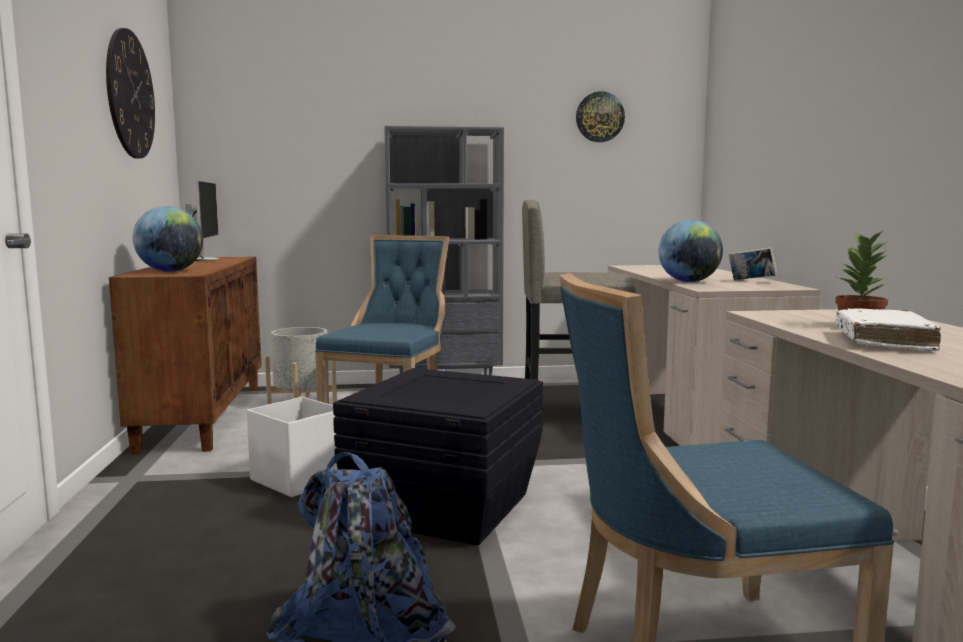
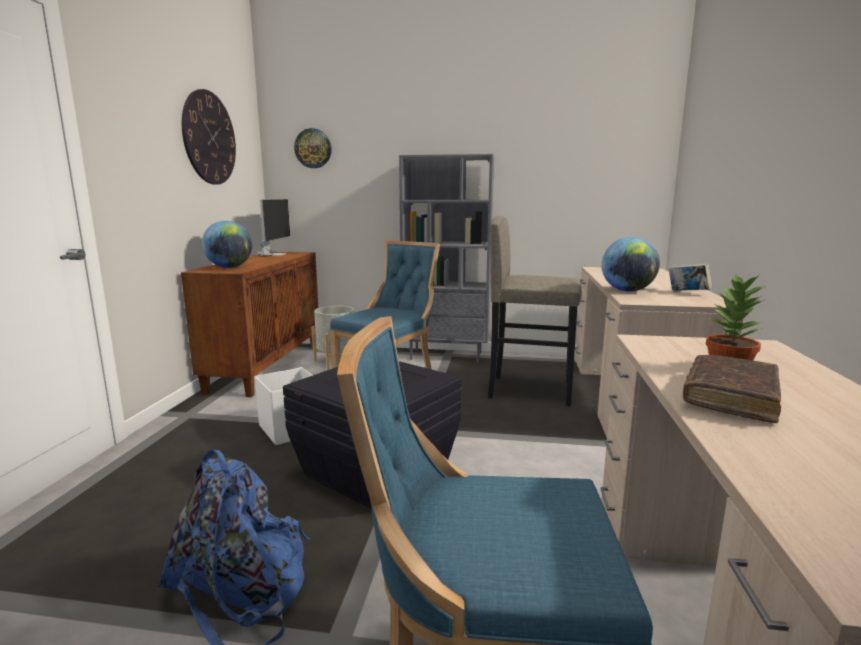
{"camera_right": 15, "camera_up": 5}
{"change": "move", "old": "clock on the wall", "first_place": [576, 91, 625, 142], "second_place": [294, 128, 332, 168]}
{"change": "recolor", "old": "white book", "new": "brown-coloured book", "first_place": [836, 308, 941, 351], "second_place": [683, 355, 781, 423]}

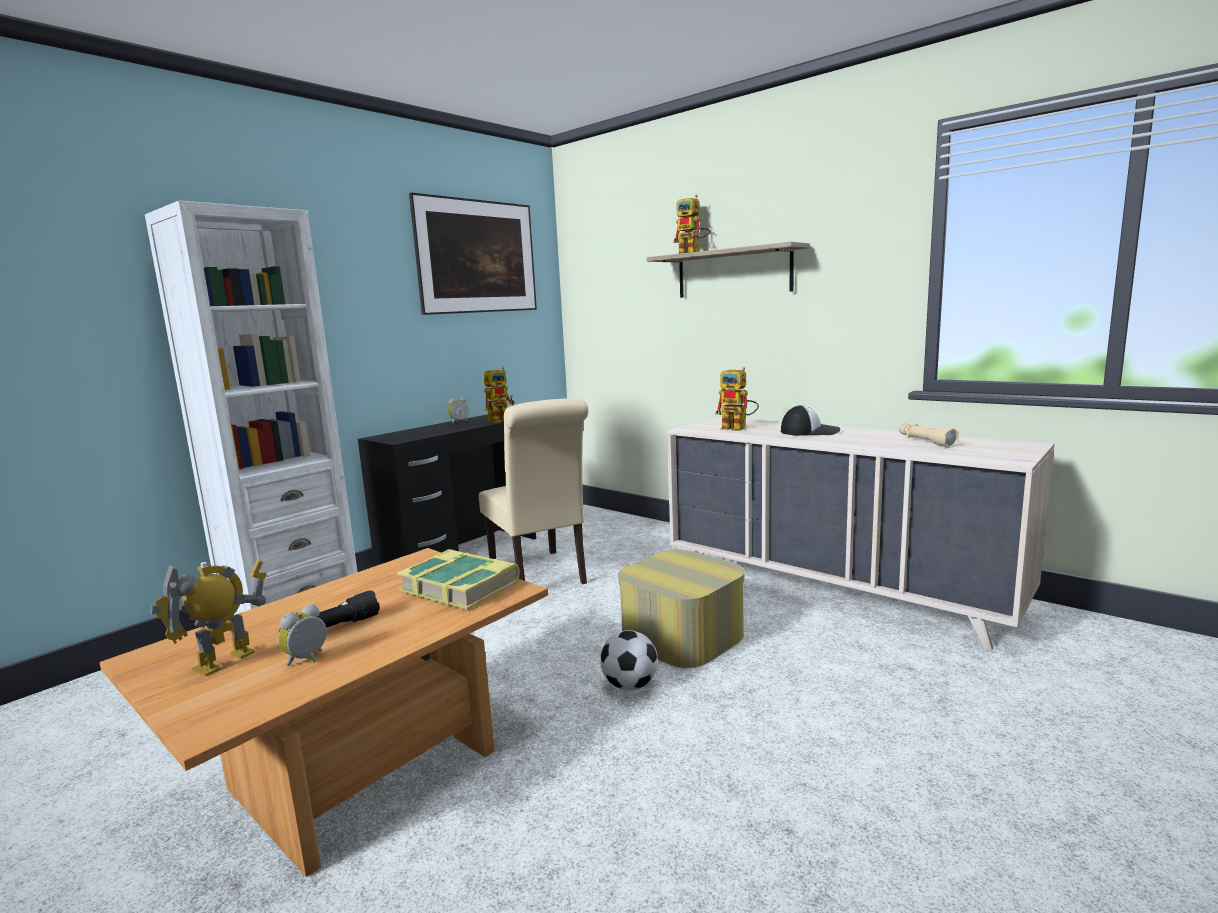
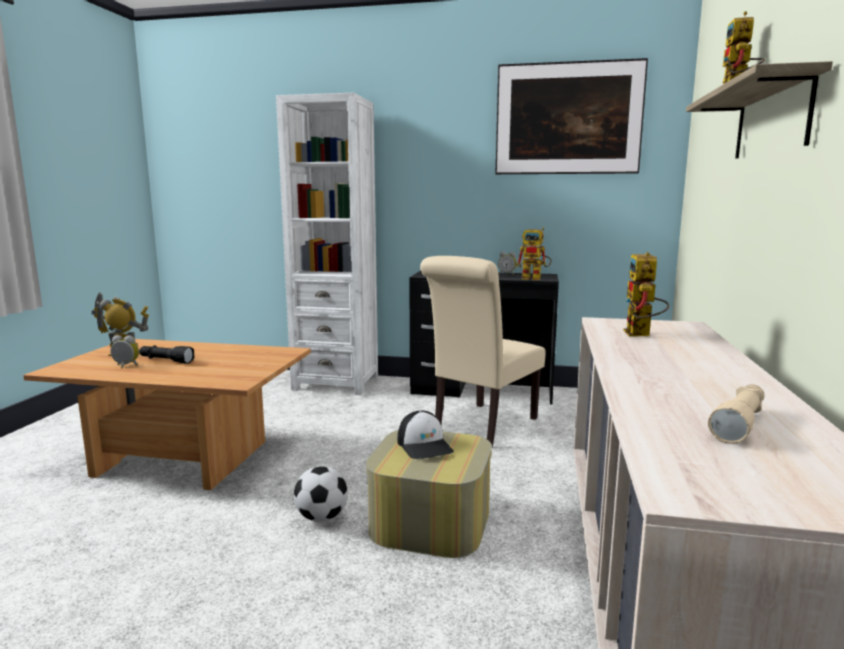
{"camera_right": 60, "camera_up": 0}
{"change": "move", "old": "cap", "first_place": [781, 405, 840, 436], "second_place": [397, 411, 454, 459]}
{"change": "delete", "old": "book", "first_place": [397, 549, 520, 610]}

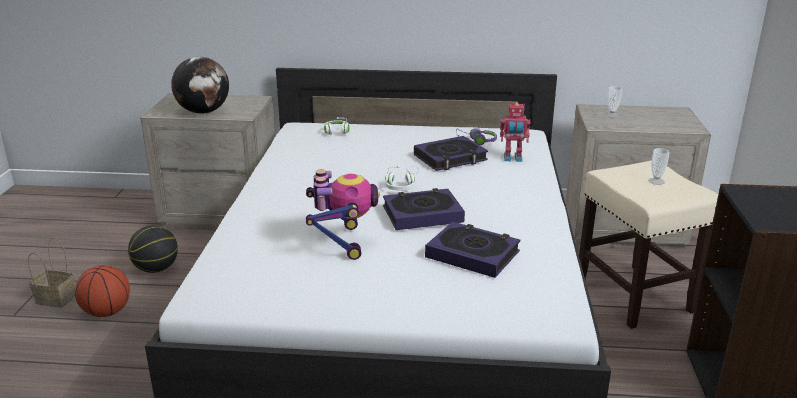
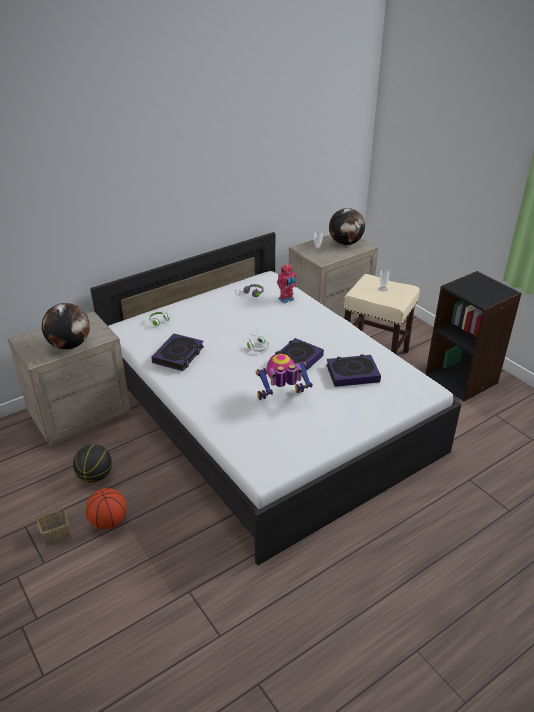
{"camera_right": -40, "camera_up": 10}
{"change": "move", "old": "book", "first_place": [414, 136, 488, 171], "second_place": [151, 334, 204, 371]}
{"change": "rotate", "old": "model robot", "first_place": [306, 170, 380, 260], "second_place": [256, 354, 313, 400], "degrees": -60}
{"change": "insert", "new": "desk globe", "second_place": [329, 208, 365, 245]}

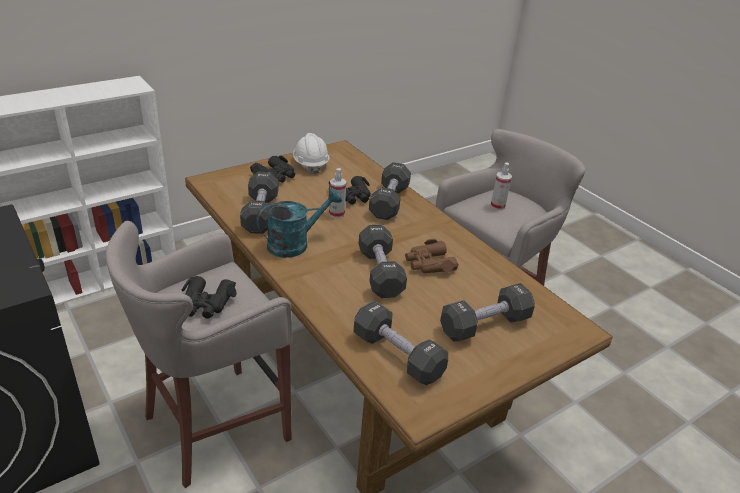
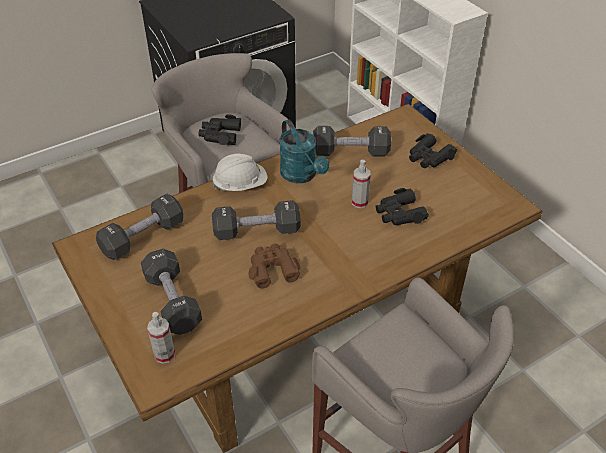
{"camera_right": 95, "camera_up": 10}
{"change": "move", "old": "white hard hat", "first_place": [293, 133, 330, 175], "second_place": [212, 153, 267, 191]}
{"change": "delete", "old": "black dumbbell", "first_place": [369, 162, 411, 220]}
{"change": "move", "old": "spray bottle", "first_place": [490, 163, 512, 210], "second_place": [147, 312, 175, 364]}

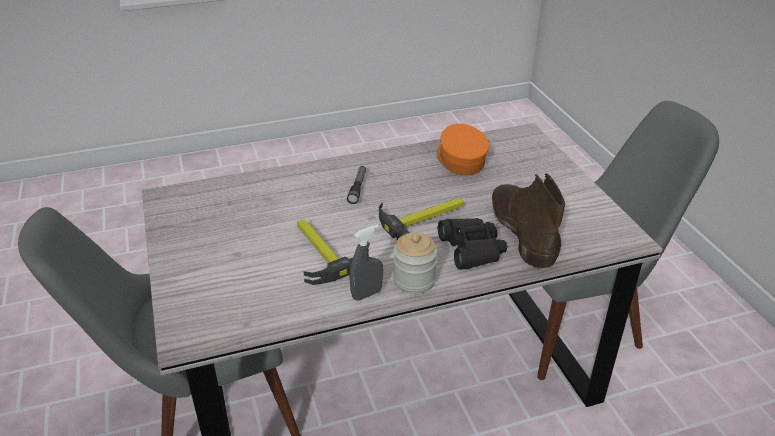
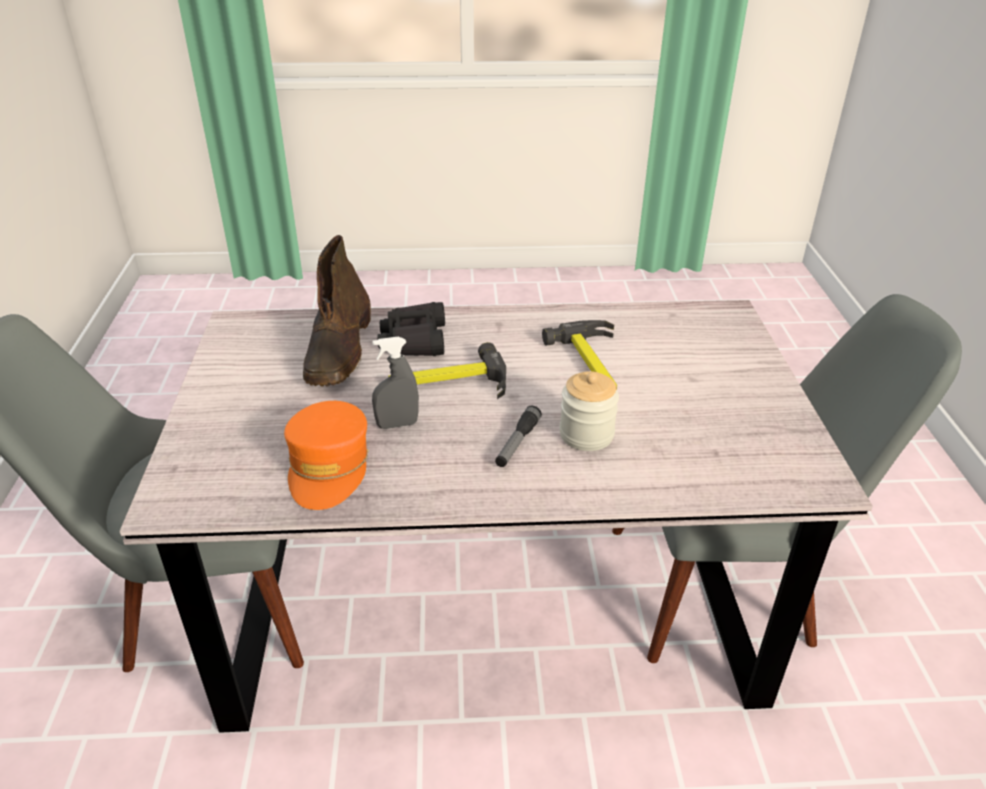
{"camera_right": -165, "camera_up": 0}
{"change": "move", "old": "grey spray bottle", "first_place": [350, 224, 383, 300], "second_place": [372, 337, 419, 429]}
{"change": "move", "old": "storage jar", "first_place": [393, 232, 437, 294], "second_place": [559, 371, 619, 451]}

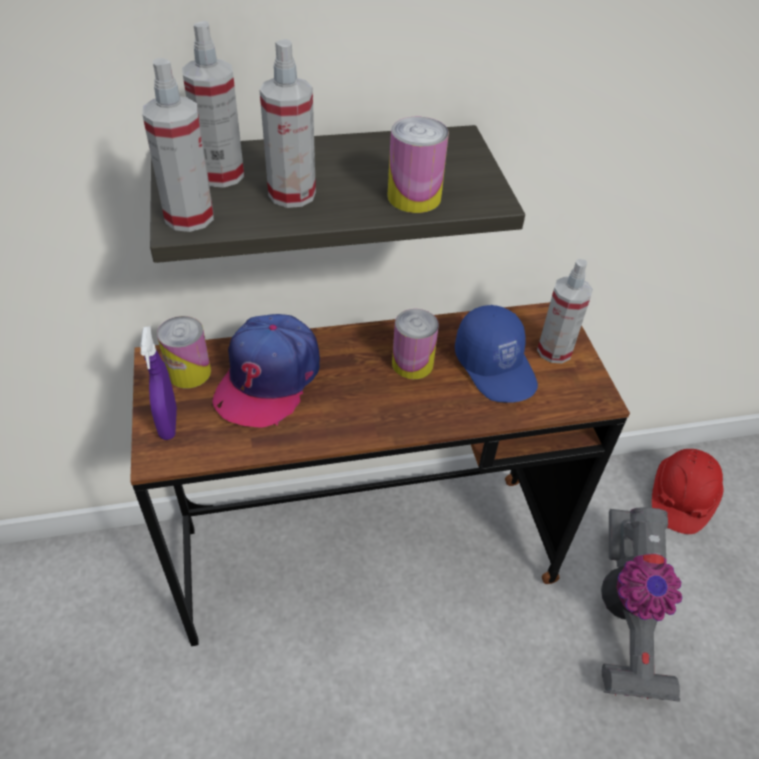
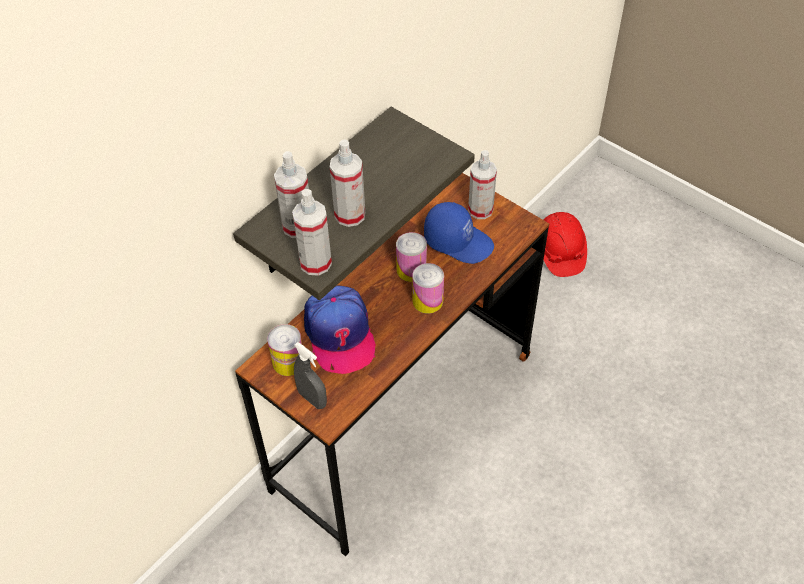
{"camera_right": -35, "camera_up": 5}
{"change": "move", "old": "metal can", "first_place": [387, 117, 449, 213], "second_place": [412, 263, 444, 313]}
{"change": "recolor", "old": "purple-coloured spray bottle", "new": "grey spray bottle", "first_place": [140, 326, 177, 440], "second_place": [294, 342, 327, 409]}
{"change": "delete", "old": "vacuum cleaner", "first_place": [601, 508, 682, 702]}

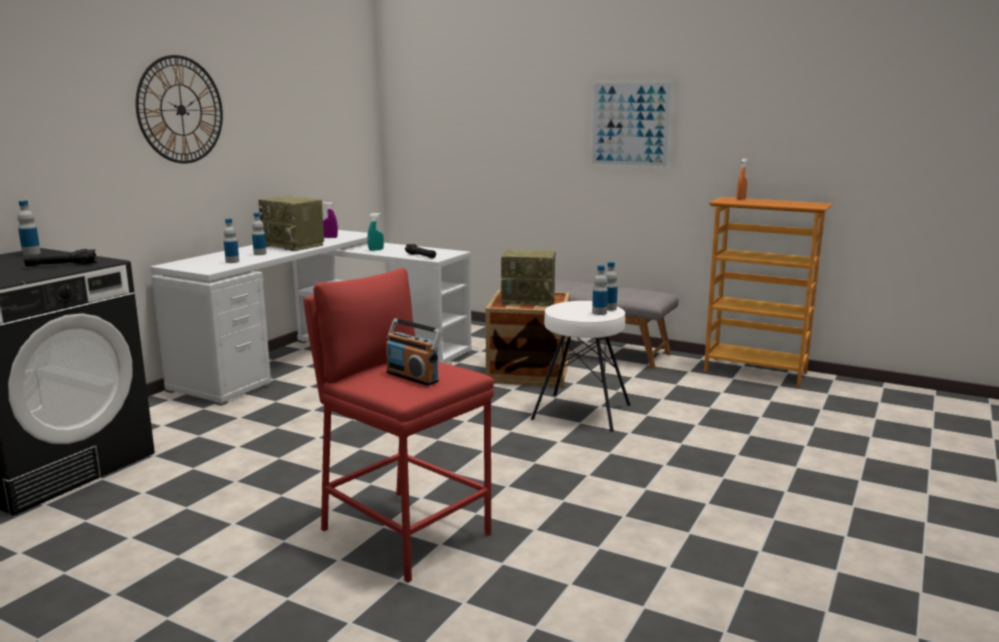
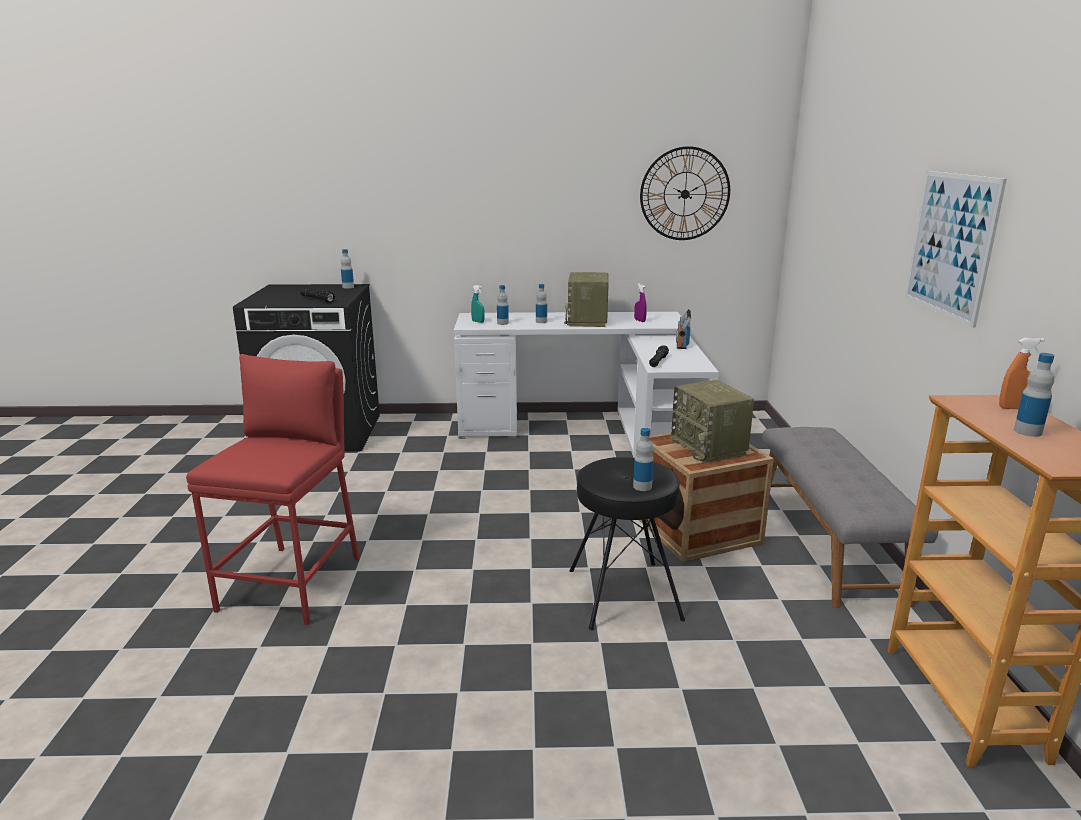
{"camera_right": 60, "camera_up": 5}
{"change": "move", "old": "clock on the wall", "first_place": [136, 55, 223, 163], "second_place": [640, 146, 730, 240]}
{"change": "move", "old": "blue-green spray bottle", "first_place": [367, 213, 384, 251], "second_place": [471, 285, 485, 323]}
{"change": "move", "old": "drink bottle", "first_place": [592, 265, 608, 315], "second_place": [1014, 353, 1054, 437]}
{"change": "recolor", "old": "white stool", "new": "black stool", "first_place": [531, 301, 630, 432], "second_place": [570, 457, 685, 630]}
{"change": "move", "old": "radio receiver", "first_place": [386, 318, 442, 386], "second_place": [676, 309, 691, 349]}

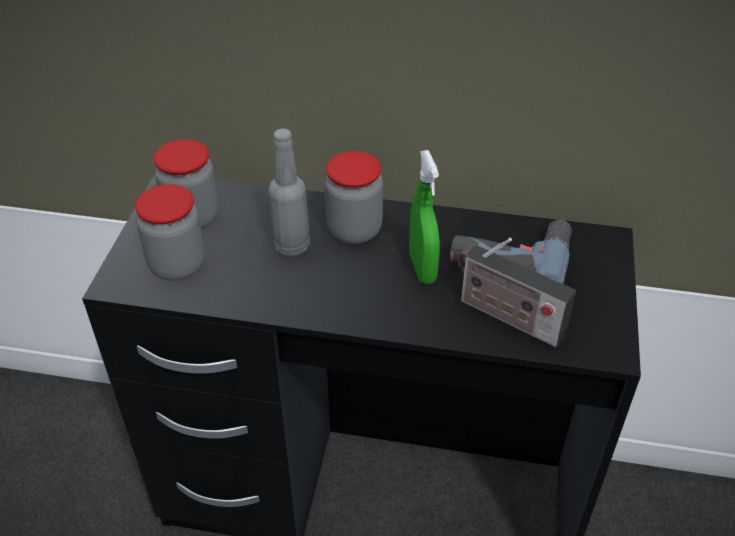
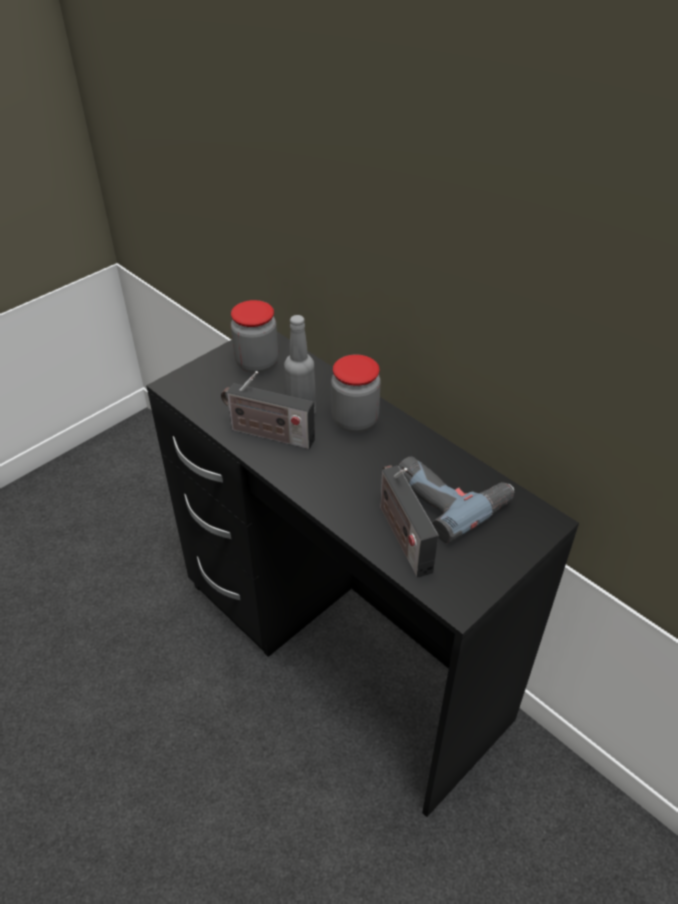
{"camera_right": 35, "camera_up": 0}
{"change": "delete", "old": "green spray bottle", "first_place": [409, 150, 440, 284]}
{"change": "delete", "old": "storage jar", "first_place": [135, 184, 205, 281]}
{"change": "insert", "new": "radio receiver", "second_place": [221, 371, 315, 449]}

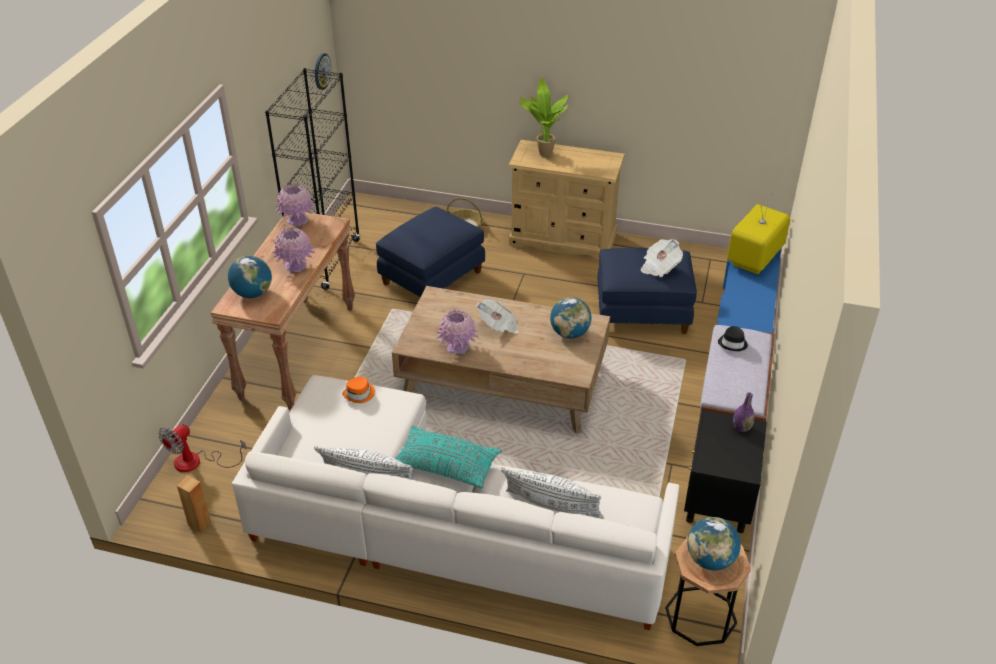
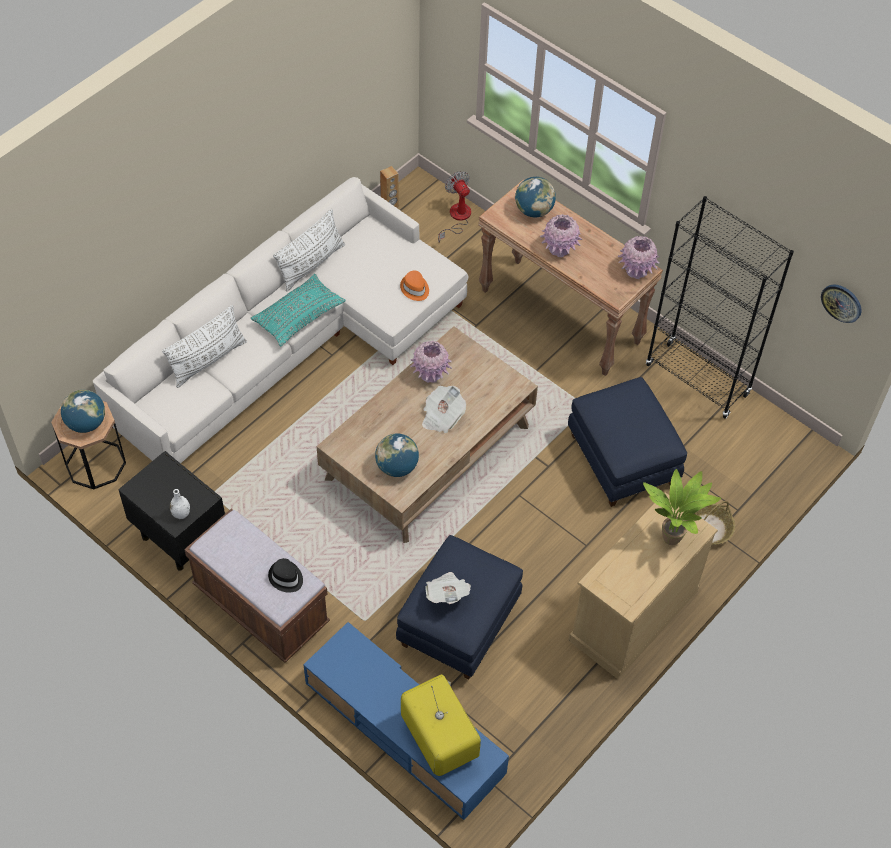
{"camera_right": 115, "camera_up": 15}
{"change": "recolor", "old": "purple-coloured flower vase", "new": "white flower vase", "first_place": [733, 392, 755, 432], "second_place": [170, 489, 190, 519]}

